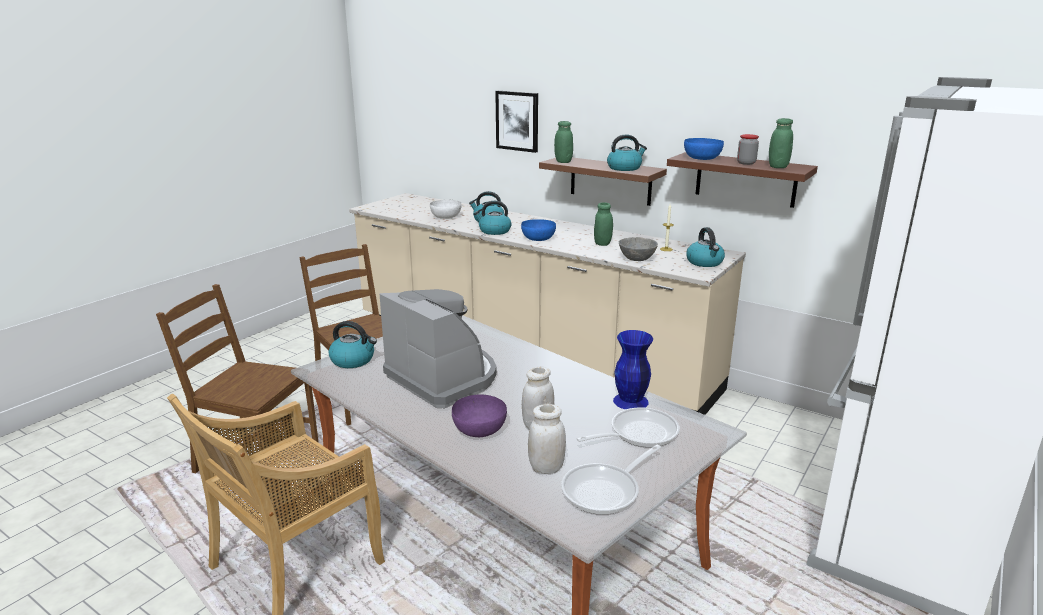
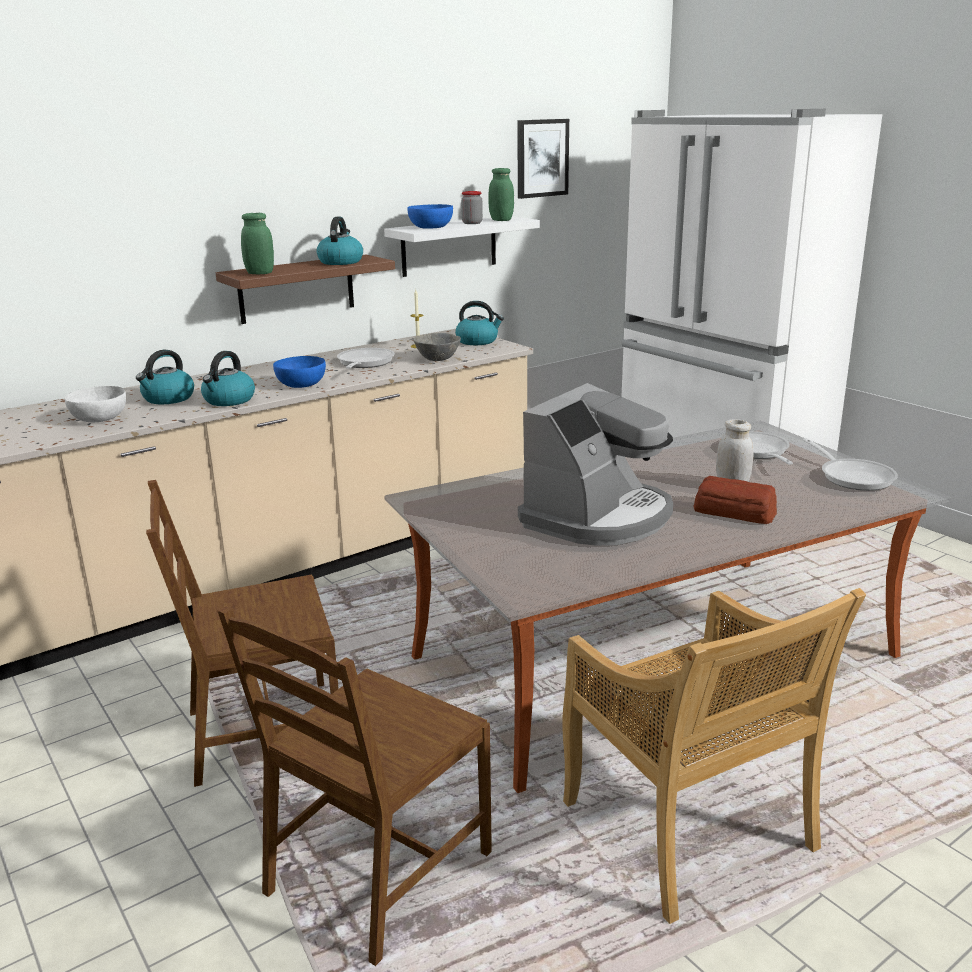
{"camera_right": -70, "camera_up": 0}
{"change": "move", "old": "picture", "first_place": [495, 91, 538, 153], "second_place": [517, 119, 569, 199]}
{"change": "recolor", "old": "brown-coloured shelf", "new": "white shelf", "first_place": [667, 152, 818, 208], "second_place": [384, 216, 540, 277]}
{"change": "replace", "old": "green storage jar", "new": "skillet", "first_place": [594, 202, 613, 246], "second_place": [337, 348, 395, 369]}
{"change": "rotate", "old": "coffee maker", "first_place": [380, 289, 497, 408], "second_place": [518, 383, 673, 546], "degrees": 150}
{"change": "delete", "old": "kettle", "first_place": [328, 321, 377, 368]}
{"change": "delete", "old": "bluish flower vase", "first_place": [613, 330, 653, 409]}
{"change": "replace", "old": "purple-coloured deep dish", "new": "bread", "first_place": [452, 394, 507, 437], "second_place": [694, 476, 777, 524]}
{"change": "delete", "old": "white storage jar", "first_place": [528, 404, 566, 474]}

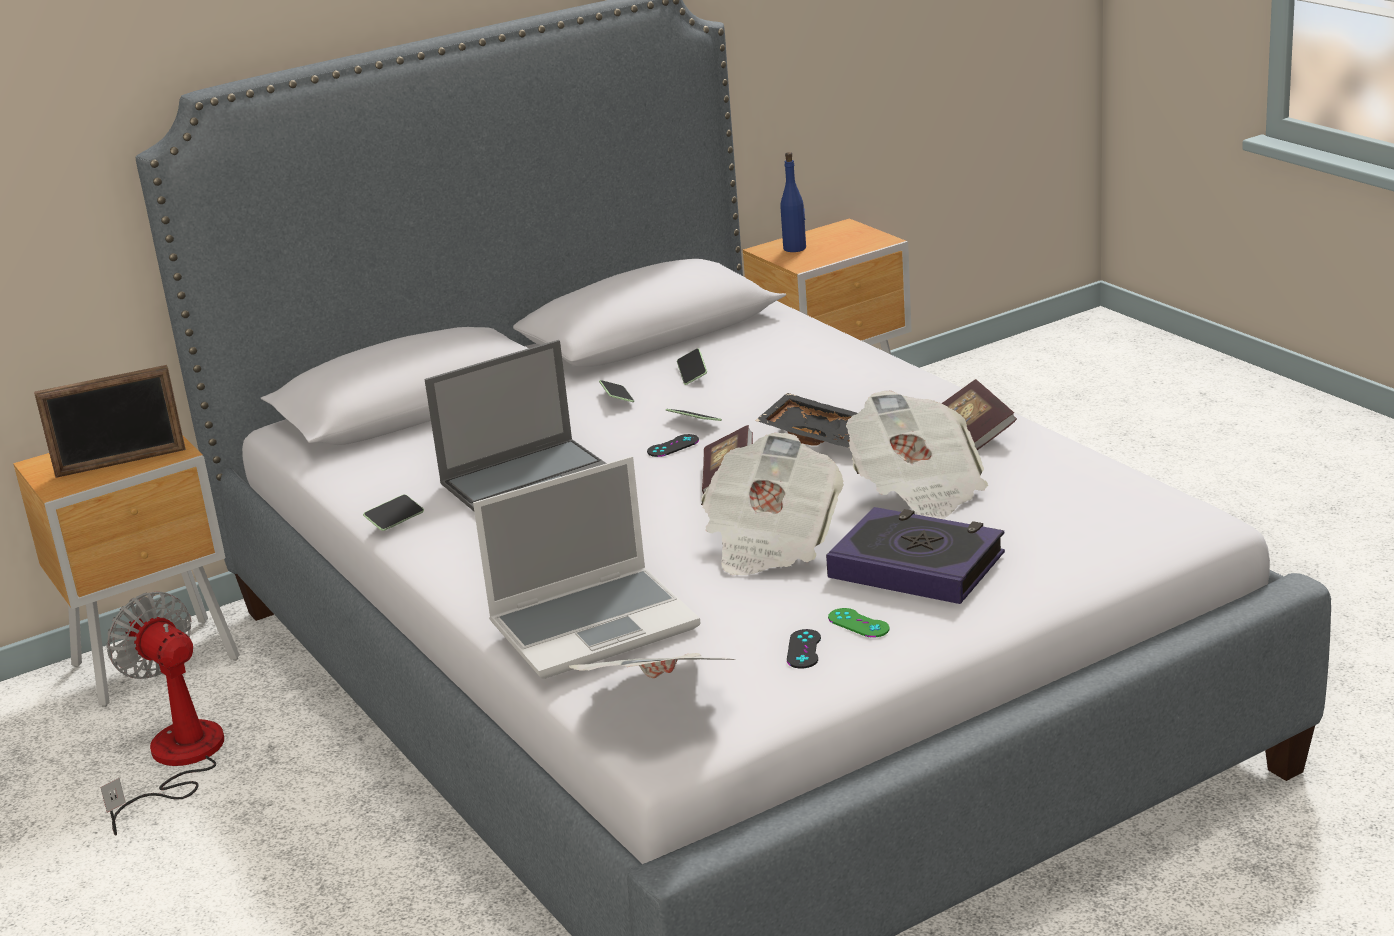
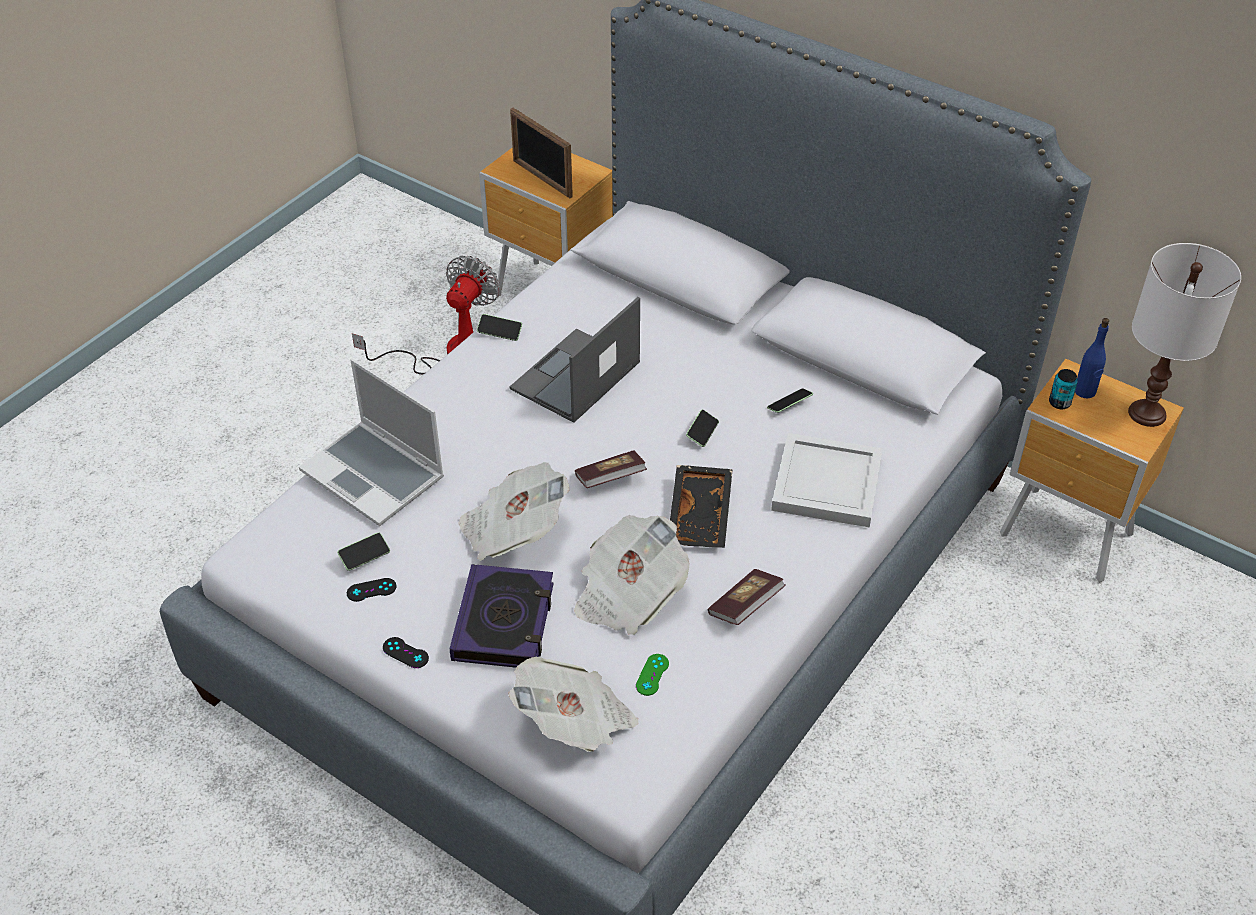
{"camera_right": 65, "camera_up": 20}
{"change": "rotate", "old": "notebook computer", "first_place": [424, 340, 607, 511], "second_place": [509, 297, 640, 423], "degrees": 90}
{"change": "move", "old": "phone", "first_place": [599, 380, 634, 402], "second_place": [337, 533, 390, 571]}
{"change": "move", "old": "black gamepad", "first_place": [647, 434, 699, 457], "second_place": [383, 637, 429, 668]}
{"change": "move", "old": "green gamepad", "first_place": [828, 608, 889, 638], "second_place": [636, 654, 669, 696]}
{"change": "move", "old": "newspaper", "first_place": [568, 653, 736, 678], "second_place": [508, 657, 638, 752]}
{"change": "insert", "new": "white lamp for a table", "second_place": [1128, 243, 1241, 427]}
{"change": "insert", "new": "metal can", "second_place": [1049, 369, 1078, 409]}
{"change": "insert", "new": "white carrying tray", "second_place": [771, 433, 883, 528]}

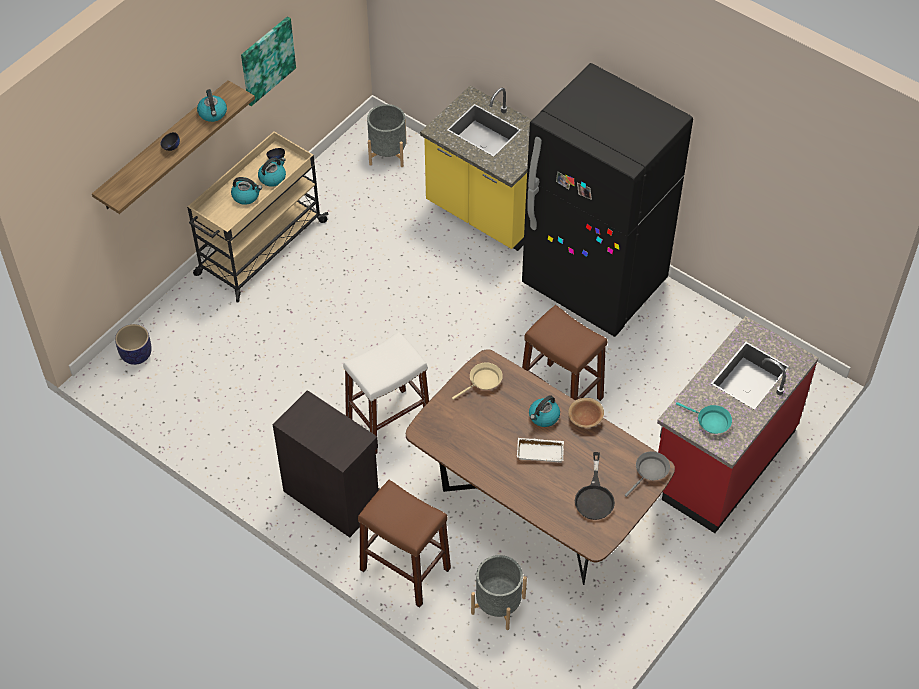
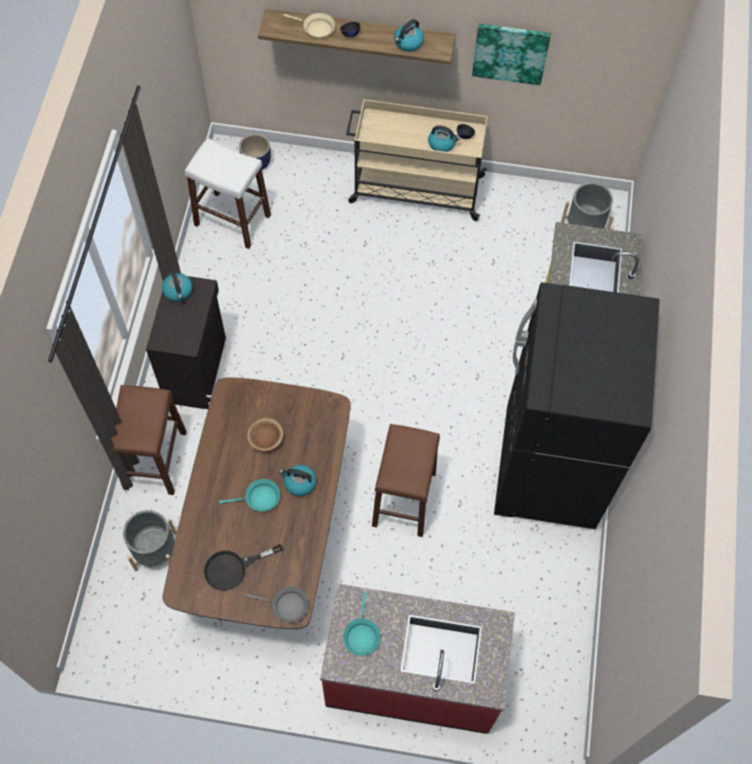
{"camera_right": 60, "camera_up": 10}
{"change": "move", "old": "kettle", "first_place": [231, 177, 262, 205], "second_place": [162, 270, 193, 302]}
{"change": "move", "old": "white stool", "first_place": [343, 332, 429, 454], "second_place": [185, 138, 271, 249]}
{"change": "move", "old": "sand-coloured skillet", "first_place": [452, 363, 503, 400], "second_place": [283, 13, 335, 39]}
{"change": "move", "old": "brown-coloured deep dish", "first_place": [568, 398, 604, 428], "second_place": [247, 418, 283, 451]}
{"change": "replace", "old": "white carrying tray", "new": "blue-green skillet", "first_place": [517, 438, 564, 462], "second_place": [219, 479, 280, 512]}

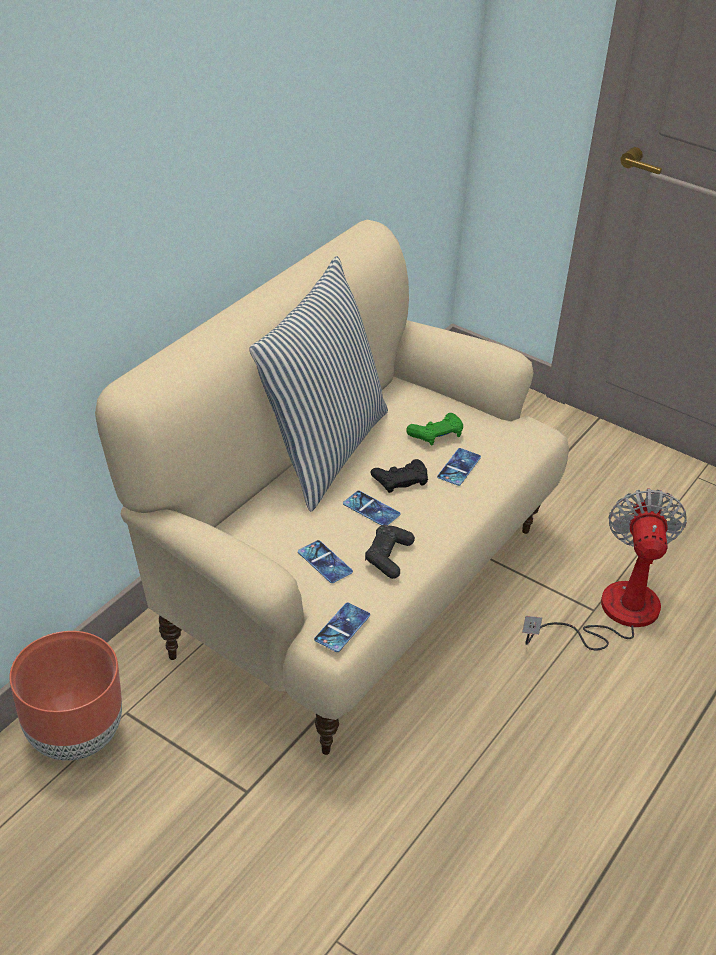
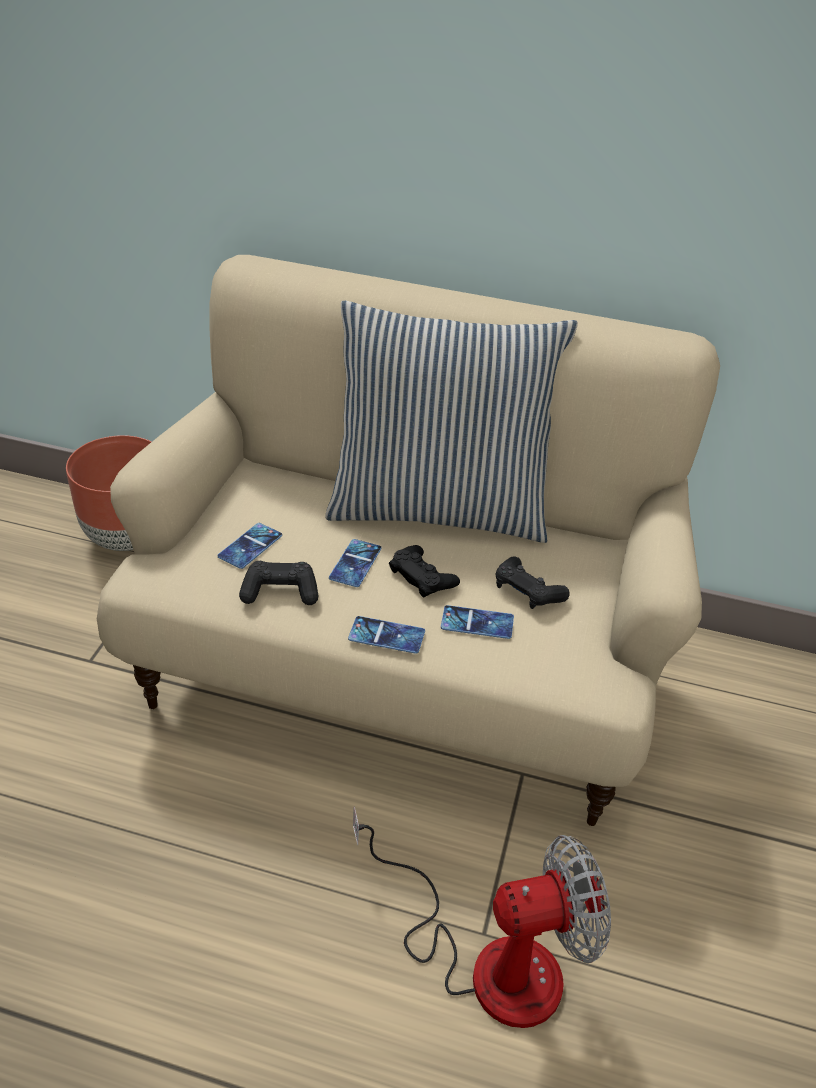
{"camera_right": 70, "camera_up": 0}
{"change": "recolor", "old": "green gamepad", "new": "black gamepad", "first_place": [406, 413, 463, 445], "second_place": [496, 556, 570, 609]}
{"change": "move", "old": "phone", "first_place": [314, 602, 370, 652], "second_place": [348, 616, 425, 654]}

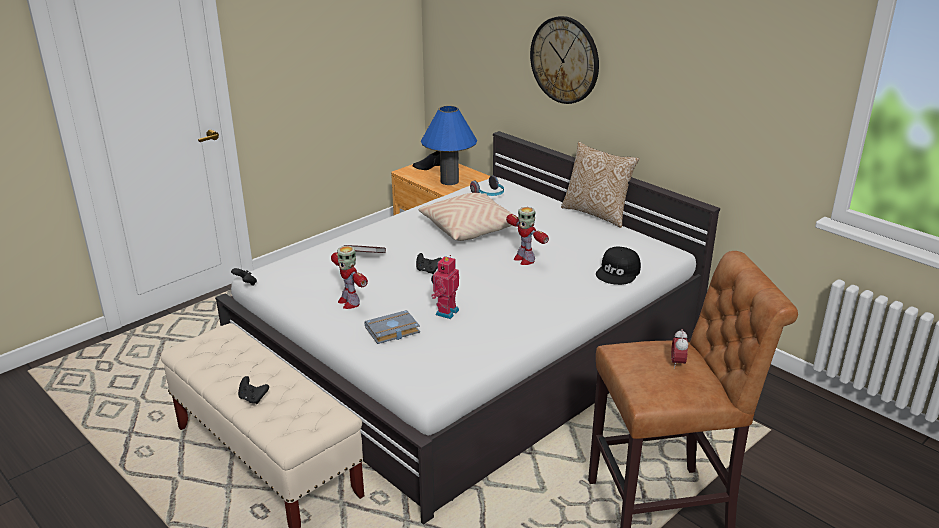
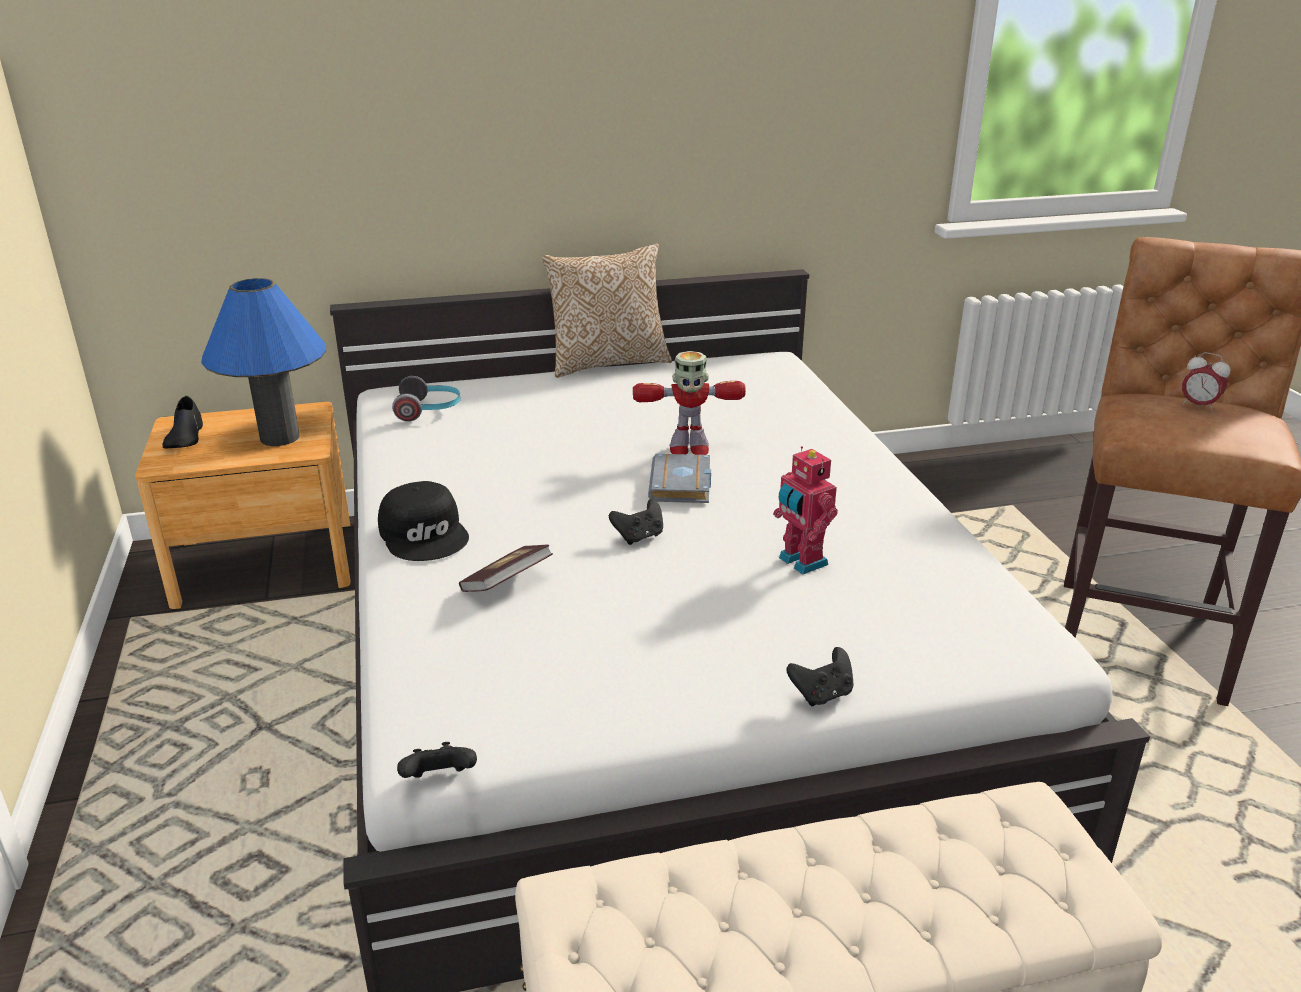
{"camera_right": -60, "camera_up": 0}
{"change": "delete", "old": "clock on the wall", "first_place": [530, 16, 599, 104]}
{"change": "delete", "old": "sand-coloured throw pillow", "first_place": [419, 193, 512, 241]}
{"change": "delete", "old": "model robot", "first_place": [331, 246, 368, 309]}
{"change": "move", "old": "black cap", "first_place": [596, 246, 641, 285], "second_place": [378, 481, 469, 561]}
{"change": "move", "old": "grey book", "first_place": [364, 310, 420, 344], "second_place": [648, 454, 711, 503]}
{"change": "move", "old": "black gamepad", "first_place": [238, 376, 269, 404], "second_place": [787, 647, 854, 706]}

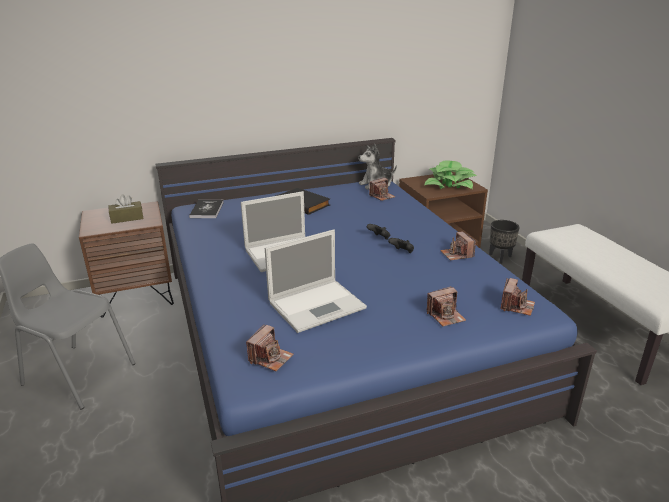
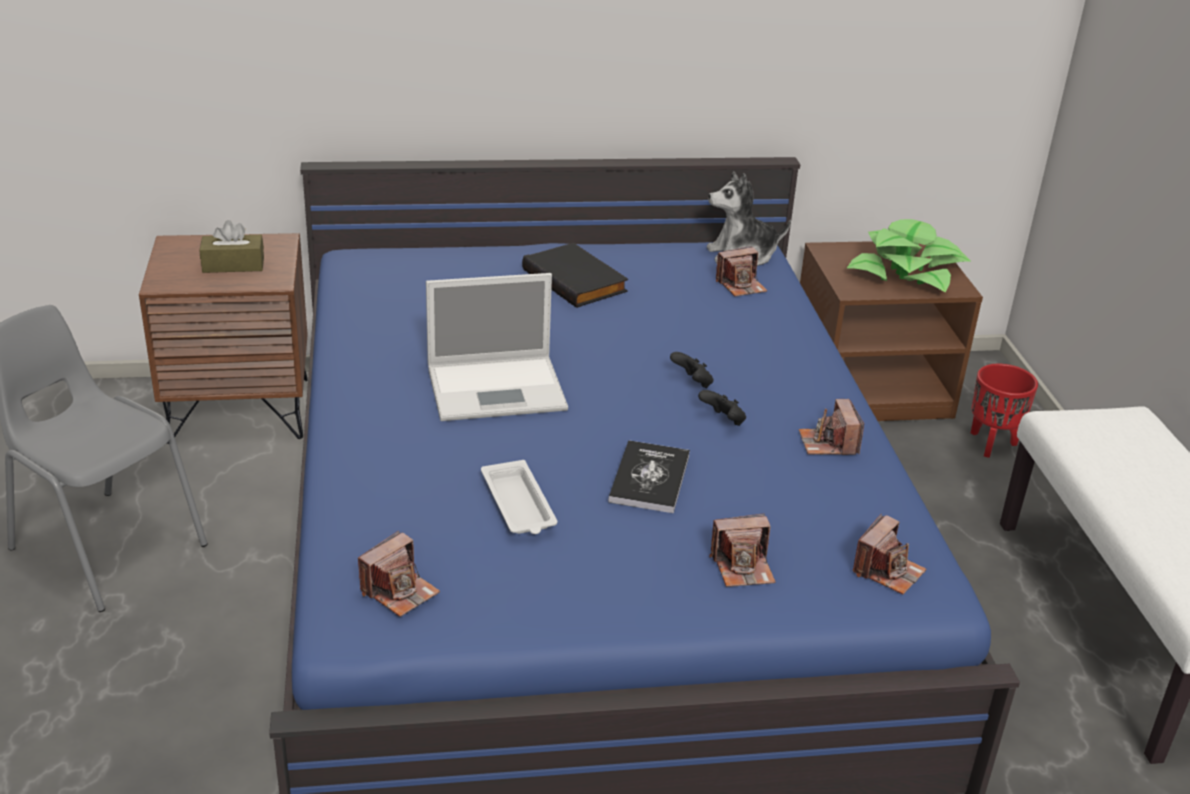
{"camera_right": 10, "camera_up": 5}
{"change": "move", "old": "book", "first_place": [189, 200, 224, 218], "second_place": [608, 440, 690, 513]}
{"change": "recolor", "old": "black plant pot", "new": "reddish plant pot", "first_place": [489, 220, 520, 264], "second_place": [971, 364, 1038, 458]}
{"change": "replace", "old": "notebook computer", "new": "white carrying tray", "first_place": [265, 230, 367, 333], "second_place": [481, 460, 558, 534]}

